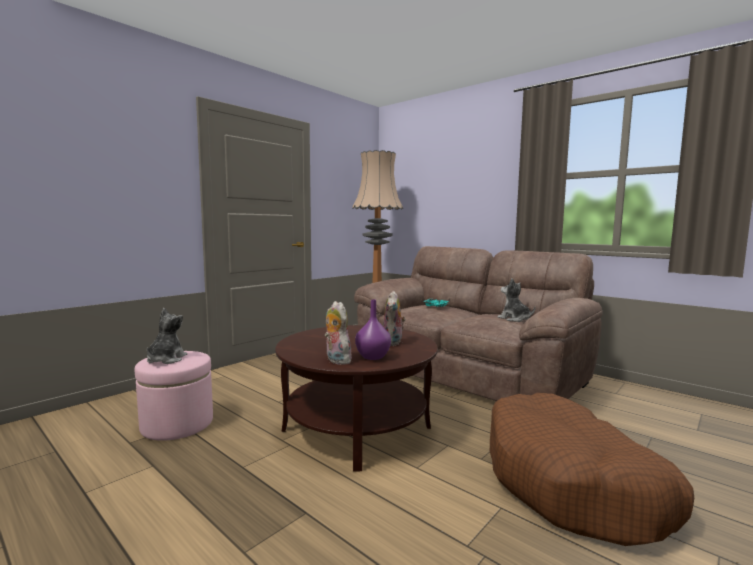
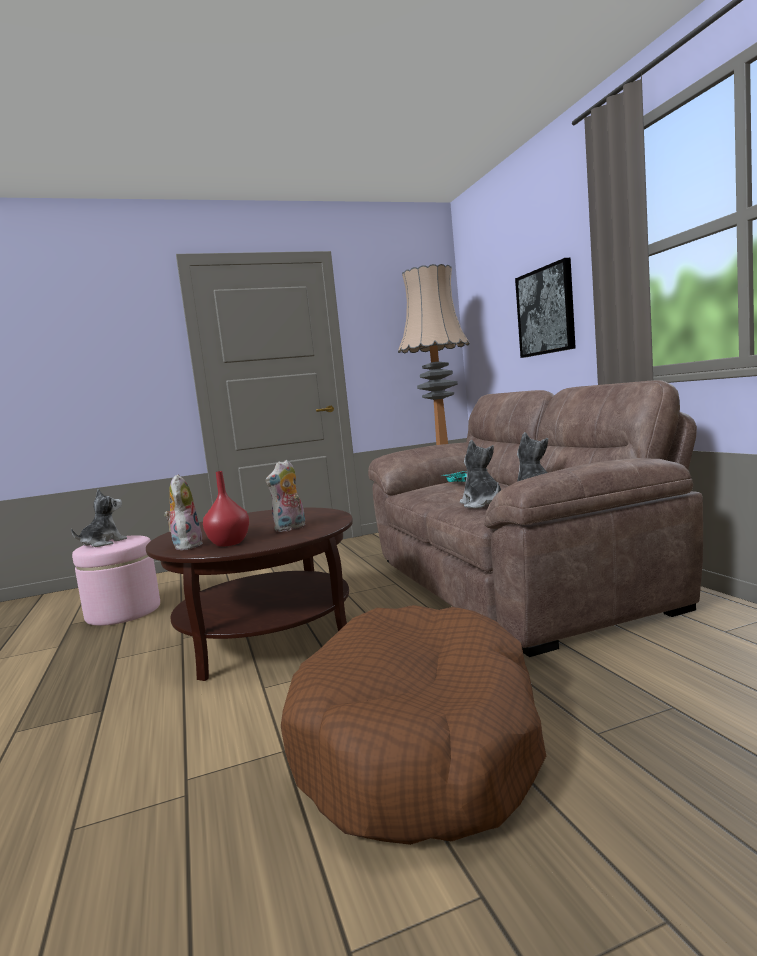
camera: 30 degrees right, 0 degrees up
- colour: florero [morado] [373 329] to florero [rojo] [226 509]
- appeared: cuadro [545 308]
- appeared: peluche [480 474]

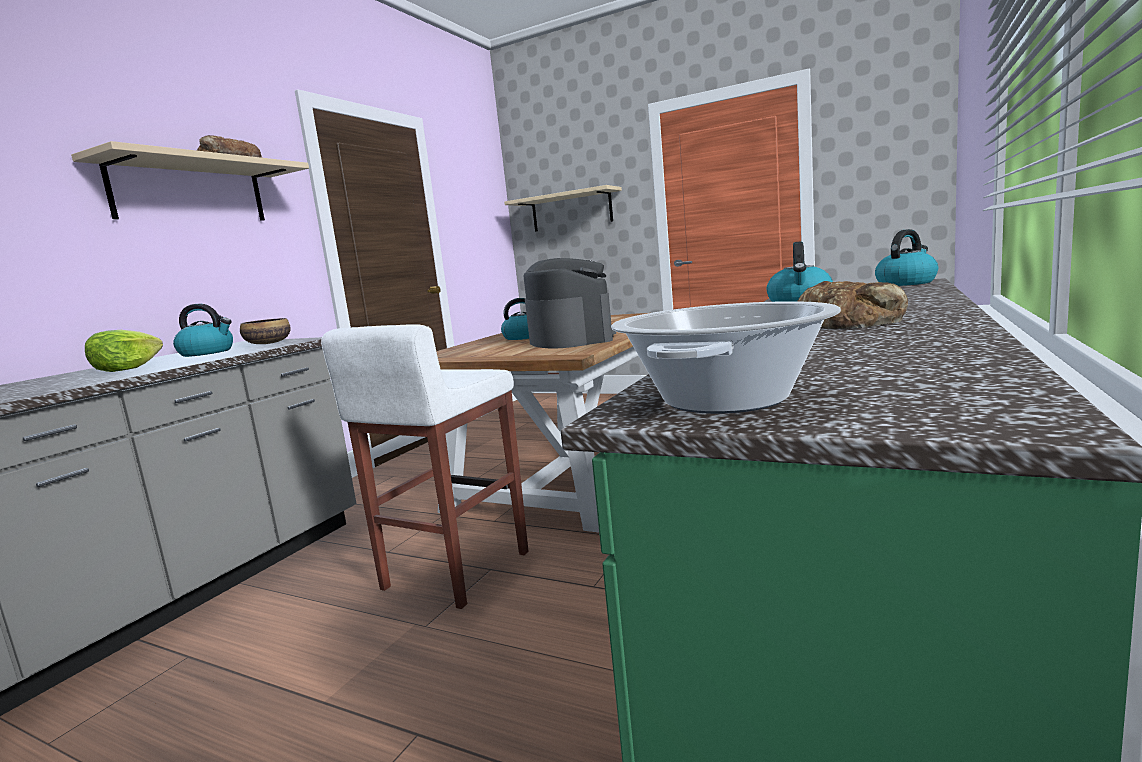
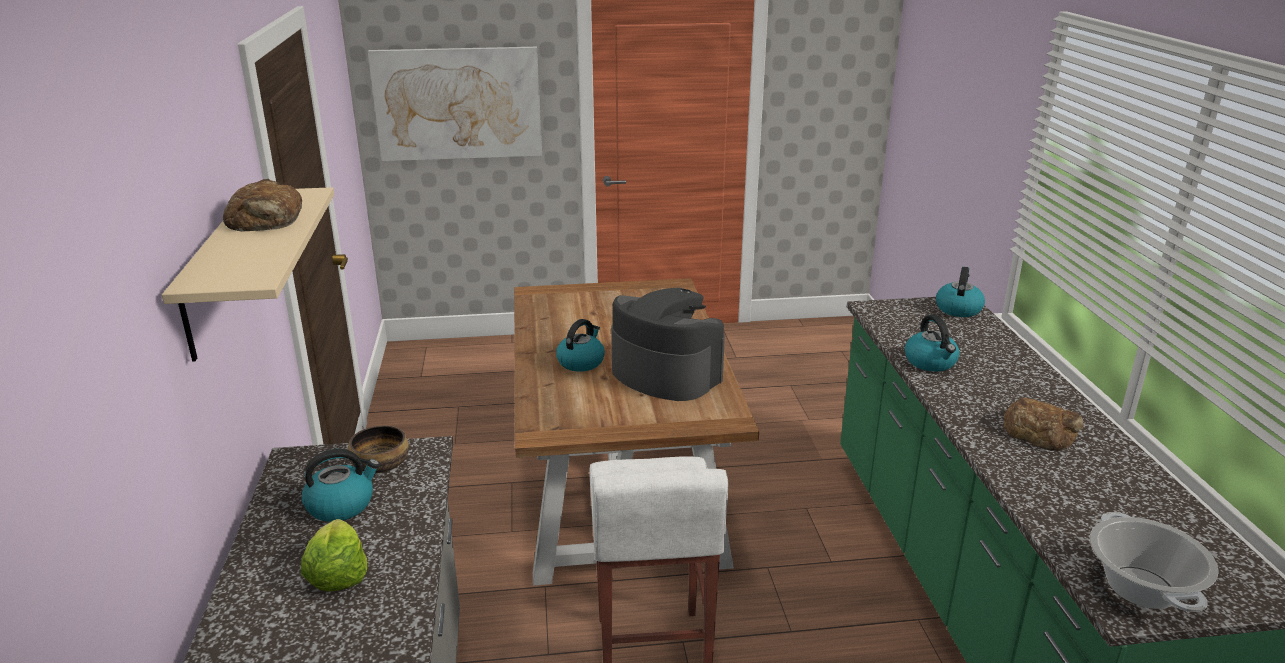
camera: 35 degrees left, 15 degrees up
- exchanged: estante [beis] [563 208] to cuadro [455 104]

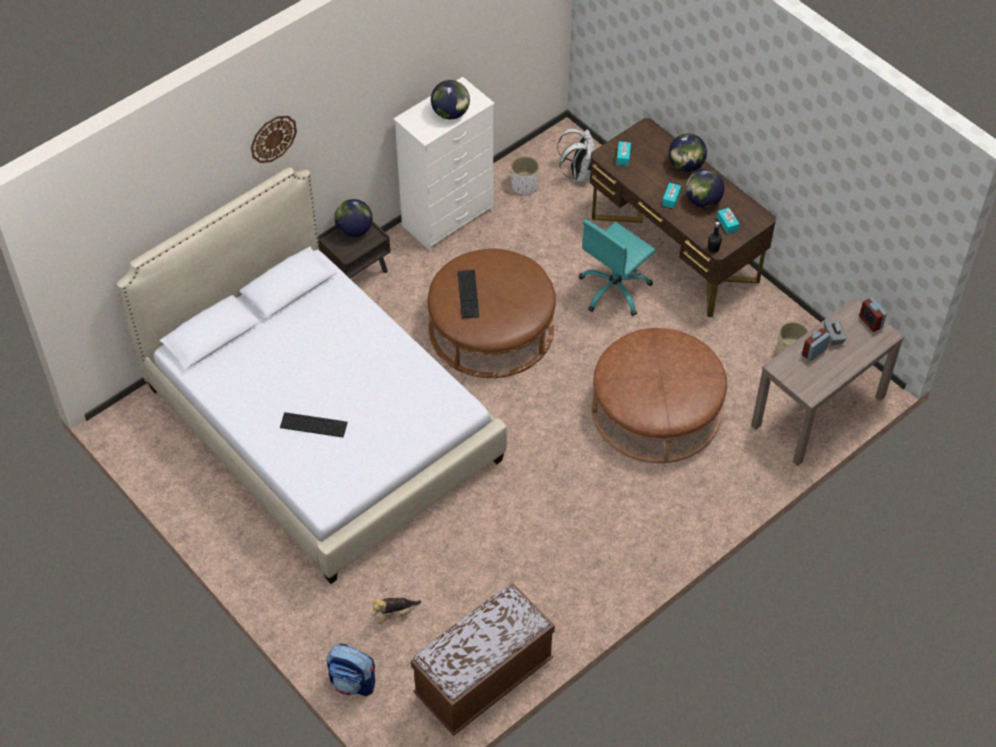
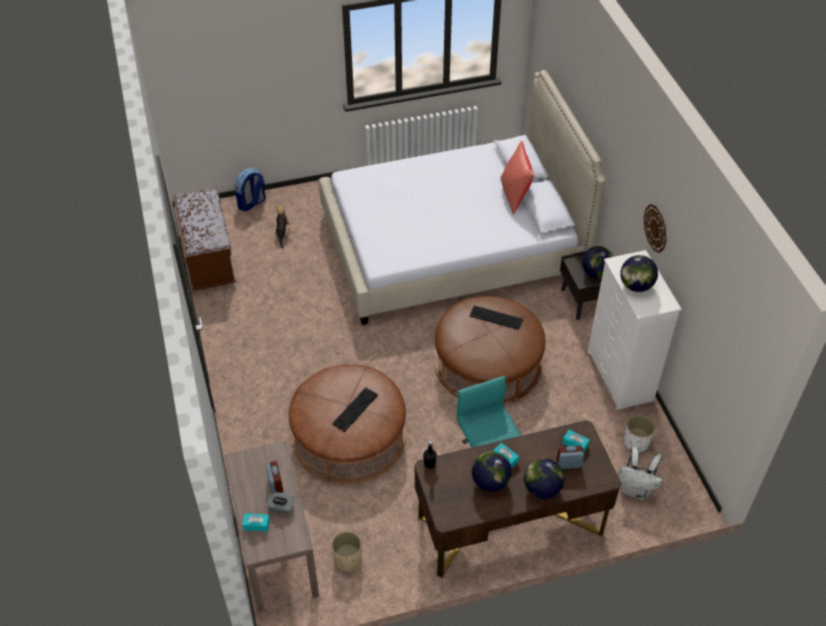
camera: 115 degrees right, 5 degrees down
- relocated: reloj de pared [274 139] to [655 228]
- relocated: caja de pañuelos [turquesa] [728 221] to [256 522]
- relocated: despertador [873 314] to [570 457]
- relocated: teclado [314 424] to [355 409]
- appeared: cojín [rojo] [518 177]

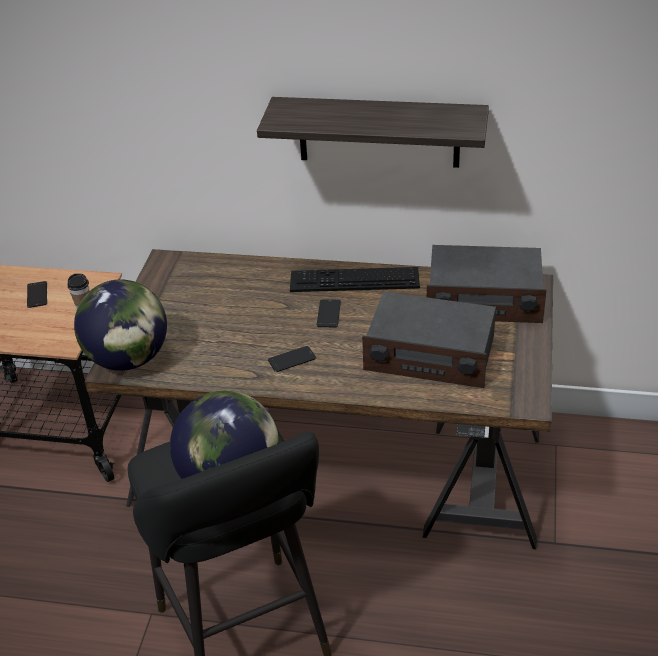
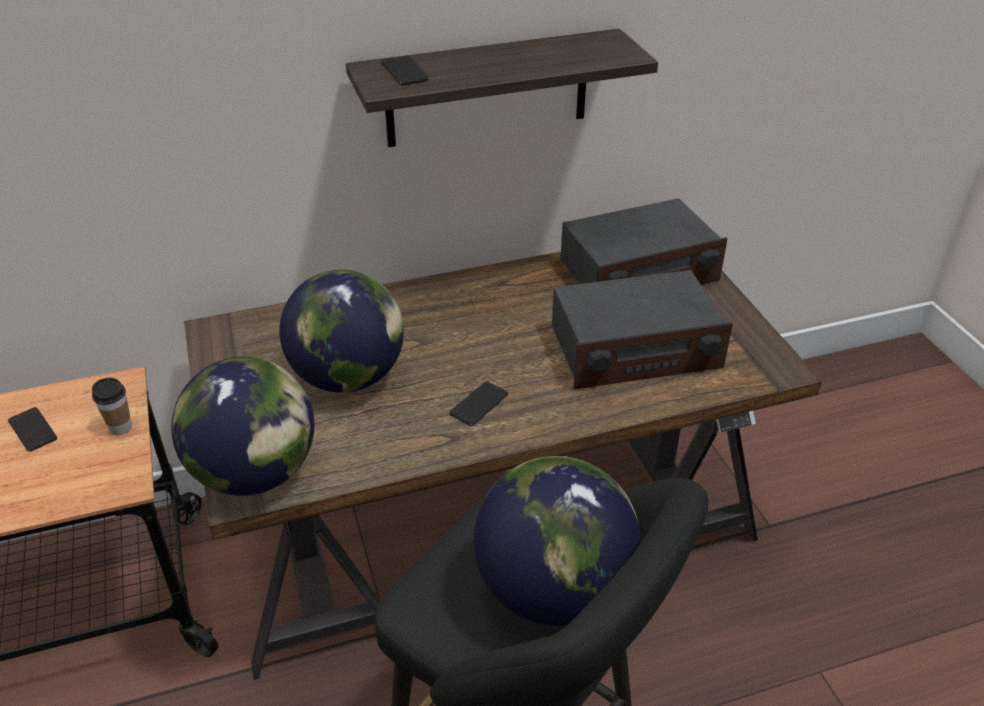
camera: 30 degrees left, 0 degrees up
- missing: teclado [355 279]
- relocated: móvil [329 313] to [405 70]
- appeared: globo terráqueo [341 331]

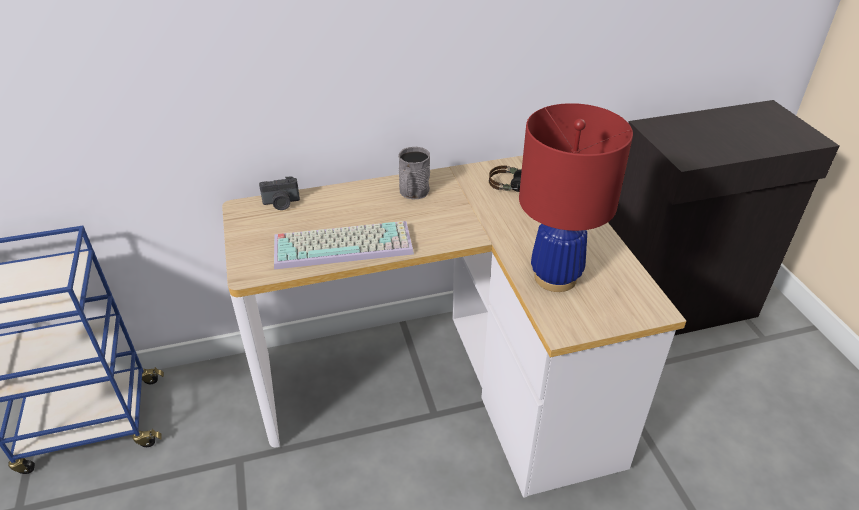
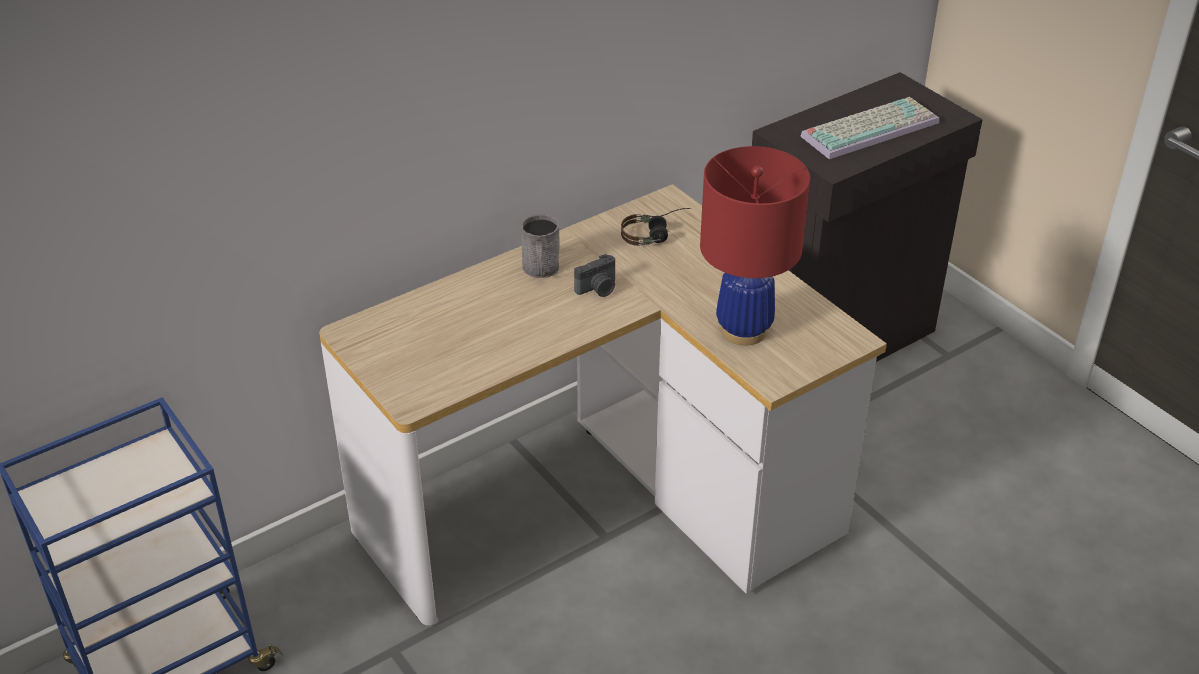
camera: 20 degrees left, 0 degrees up
- relocated: cámara [279 193] to [594 275]
- relocated: teclado [344 245] to [869 128]

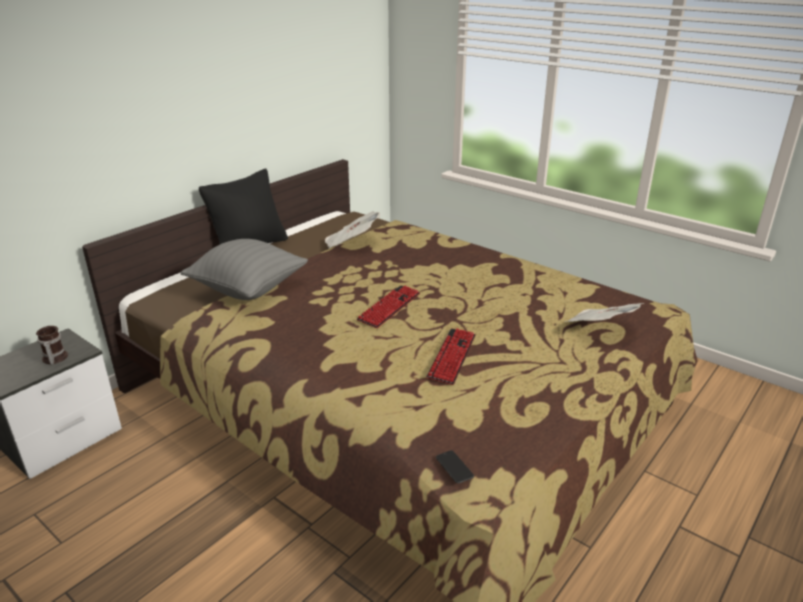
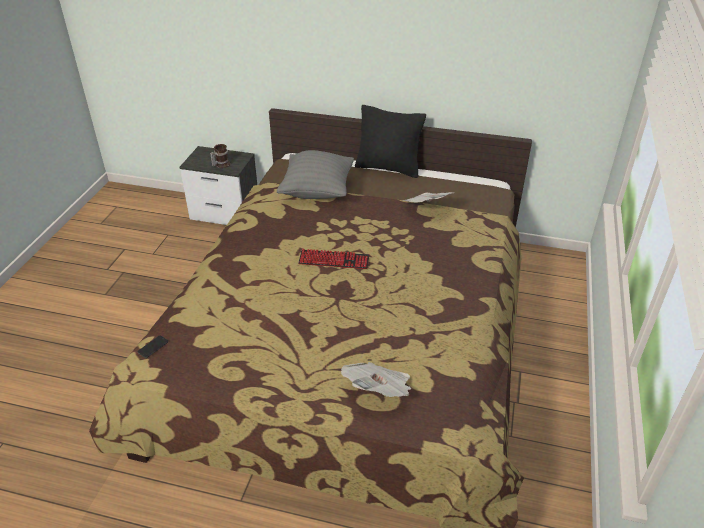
camera: 65 degrees right, 10 degrees up
- missing: teclado [450 356]

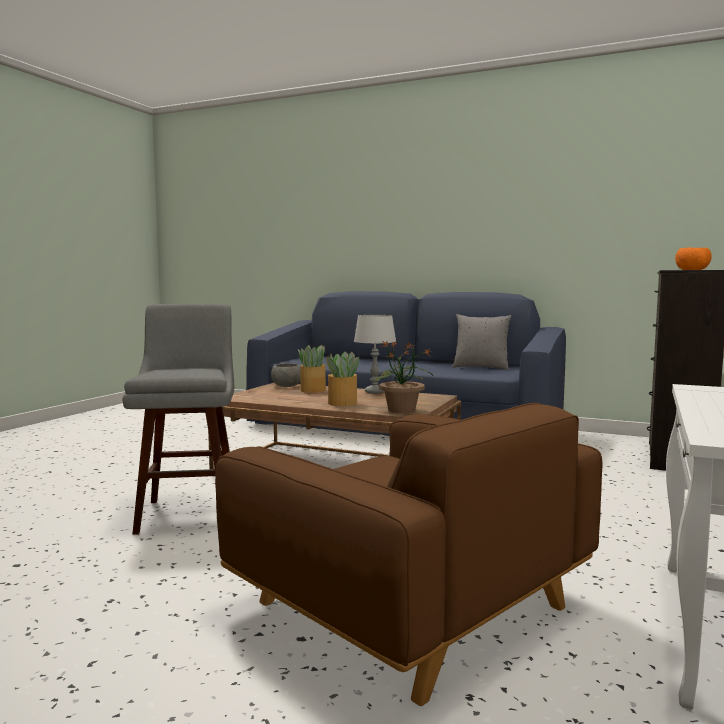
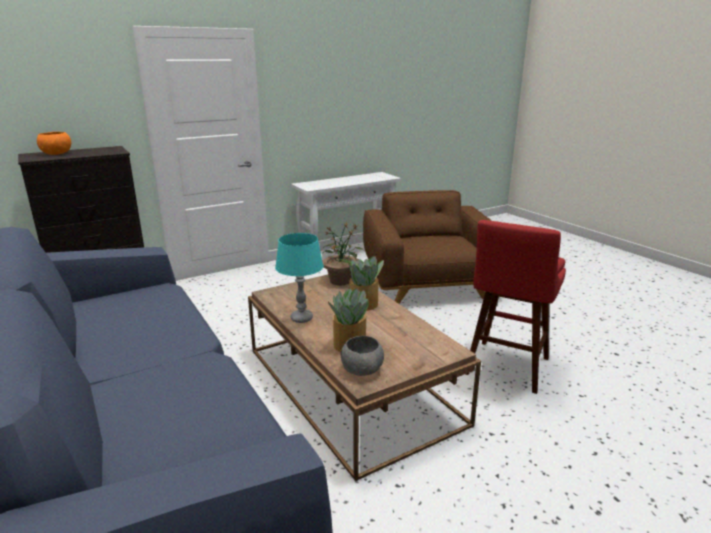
camera: 145 degrees left, 15 degrees up
- colour: taburete [gris] [178 419] to taburete [rojo] [516 307]
- missing: cojín [gris] [481 341]
- colour: lámpara de mesa [gris] [375 354] to lámpara de mesa [turquesa] [299 278]

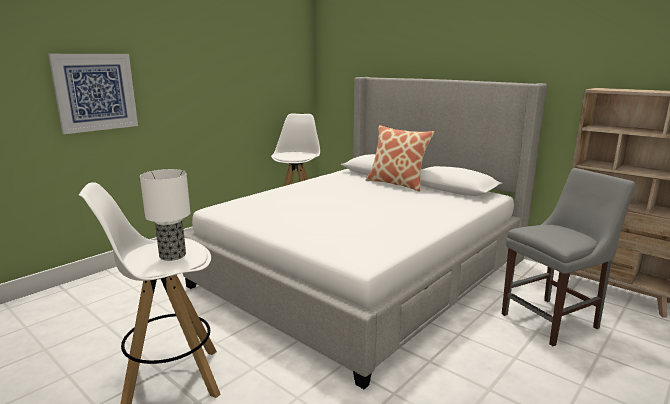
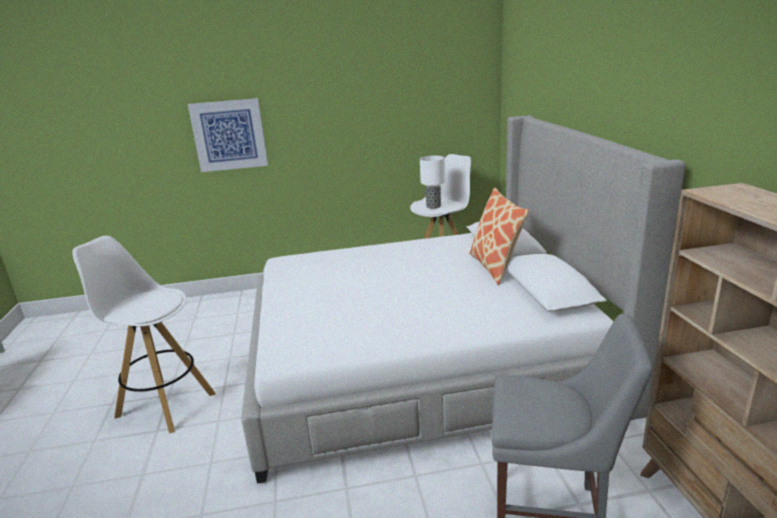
camera: 40 degrees right, 5 degrees up
- relocated: lámpara de mesa [165 215] to [432 182]

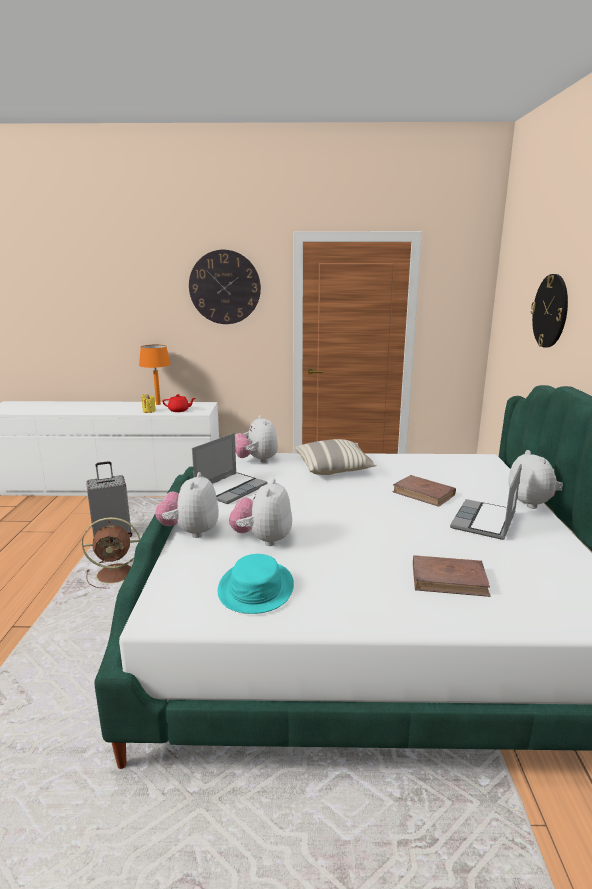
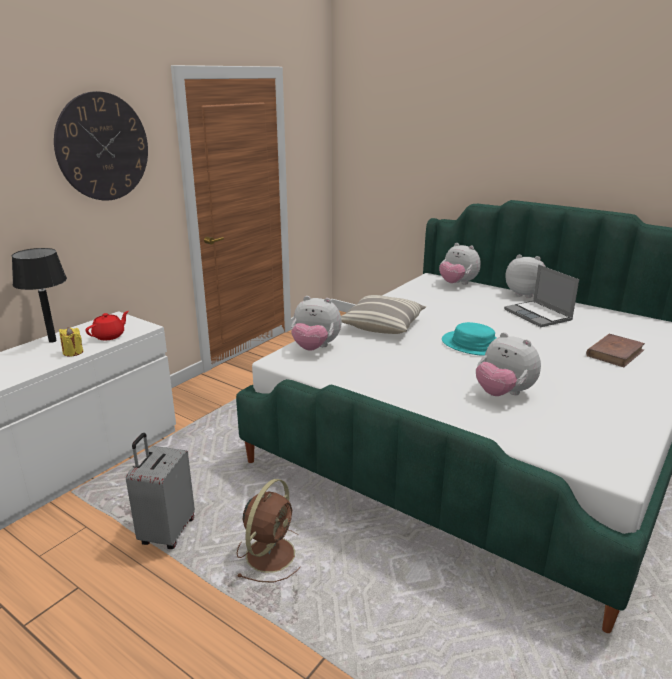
camera: 55 degrees left, 5 degrees up
- missing: reloj de pared [549 311]
- colour: lámpara de mesa [naranja] [155 374] to lámpara de mesa [negro] [39 295]
- missing: portátil [229 468]
- relocated: peluche [187 505] to [460 264]
- missing: libro [marrón] [424 491]
- relocated: sombrero [turquesa] [256 584] to [469 339]

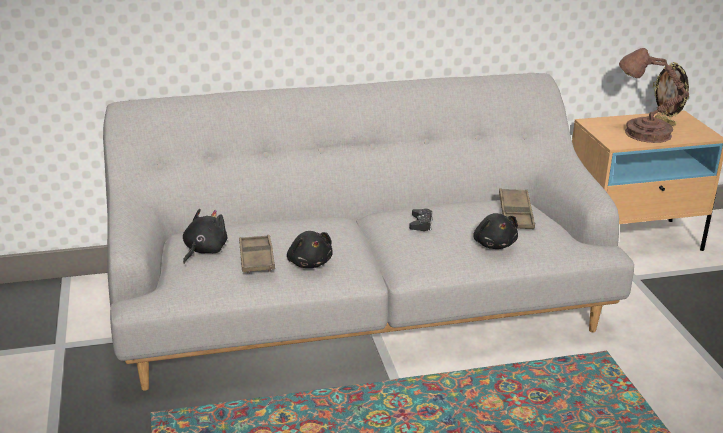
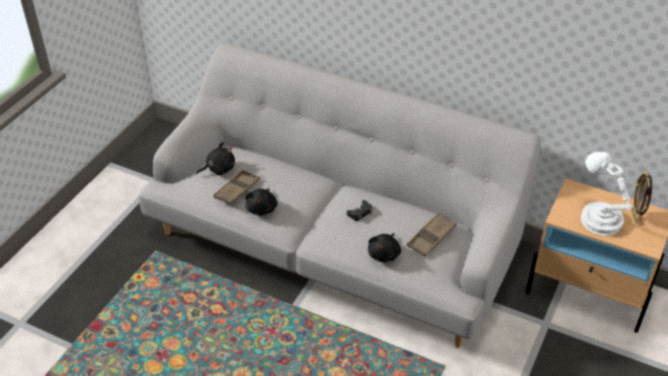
camera: 40 degrees right, 15 degrees up
- colour: lámpara de mesa [marrón] [654 95] to lámpara de mesa [blanco] [606 194]

